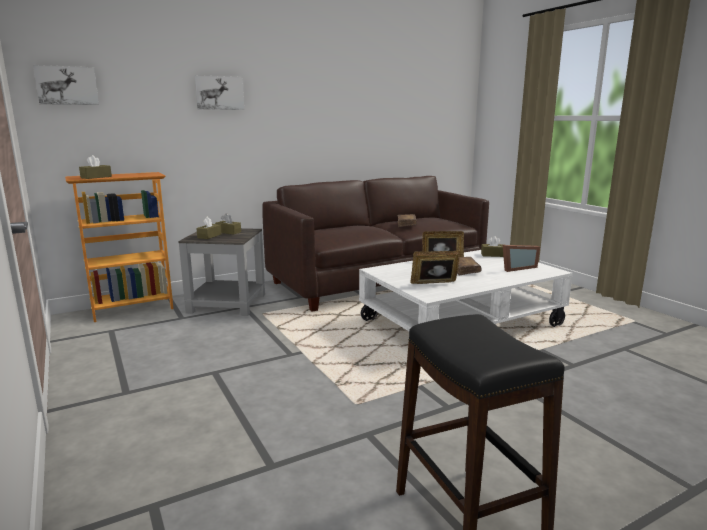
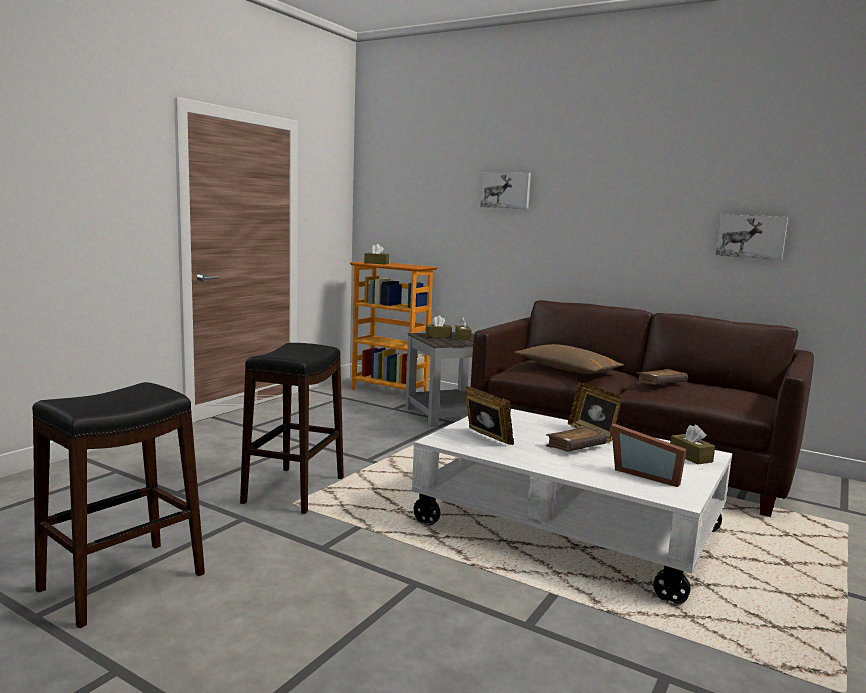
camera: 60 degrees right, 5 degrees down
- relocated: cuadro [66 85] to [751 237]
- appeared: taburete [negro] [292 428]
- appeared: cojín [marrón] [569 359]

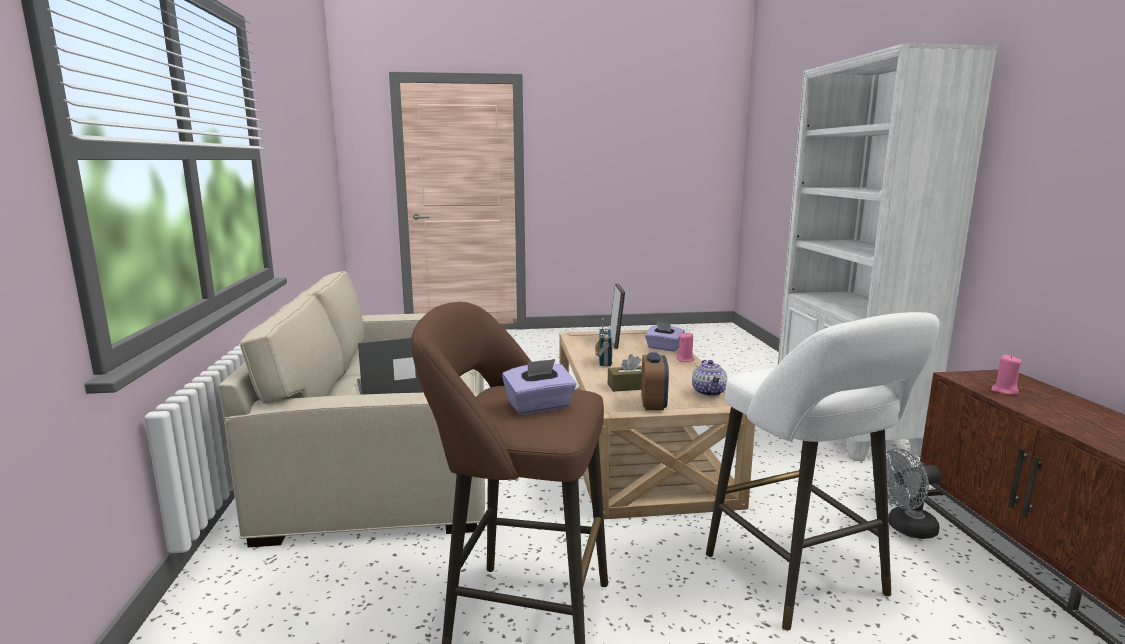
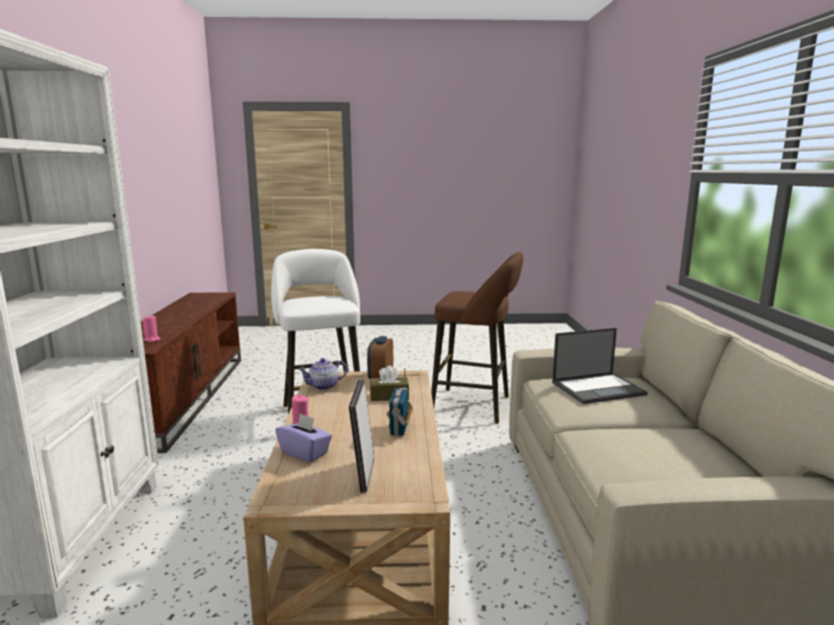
camera: 175 degrees left, 0 degrees up
- missing: caja de pañuelos [morado] [539 387]
- spun: tetera [710 378] = [322 374] 120 degrees counterclockwise
- missing: ventilador [gris] [913 493]

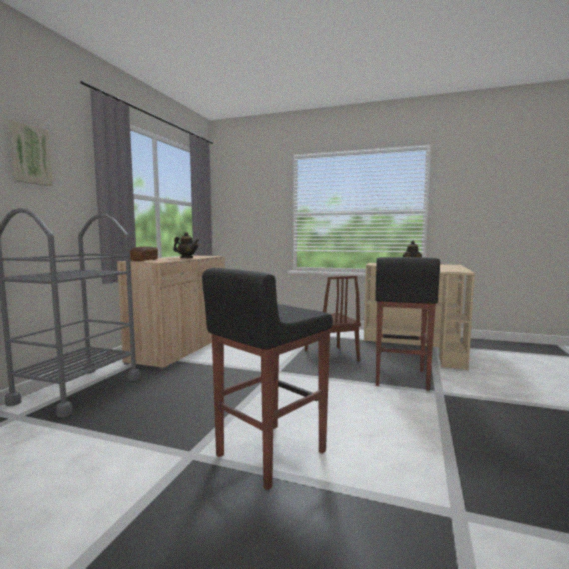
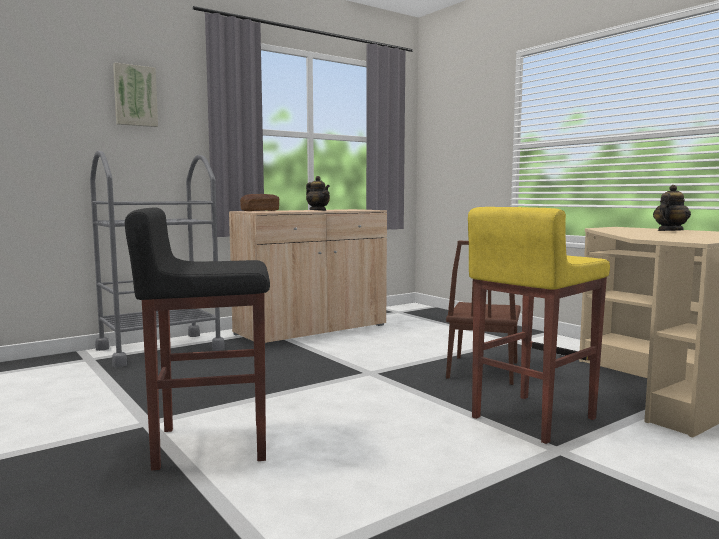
camera: 35 degrees right, 0 degrees up
- colour: taburete [negro] [407 324] to taburete [amarillo] [539 325]

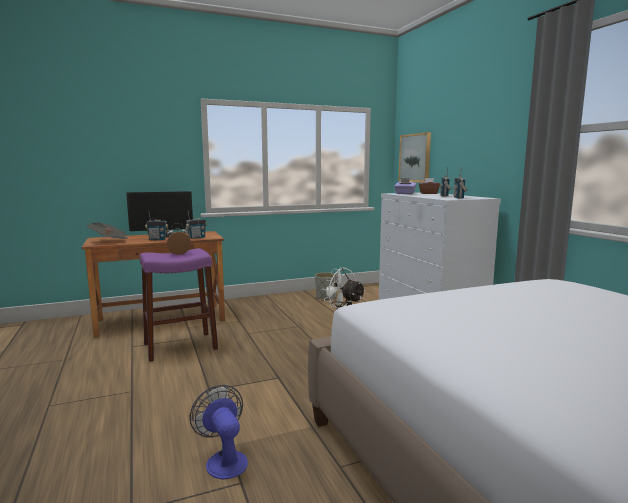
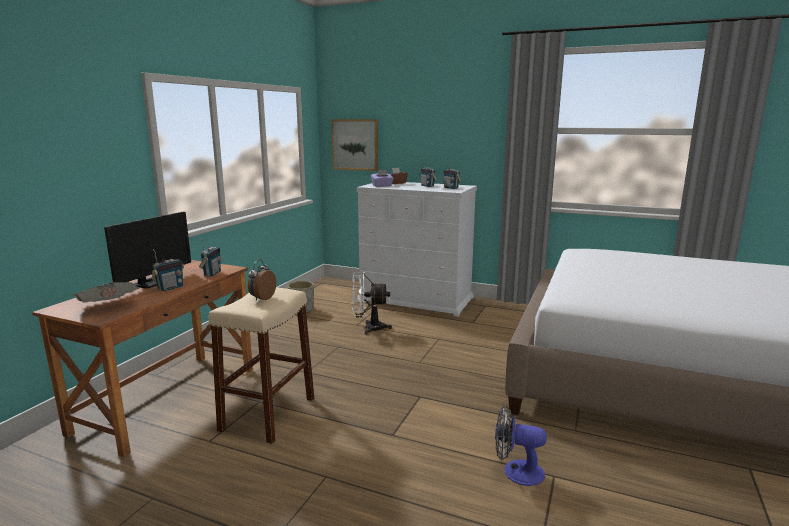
camera: 45 degrees left, 5 degrees up
- colour: taburete [morado] [179 305] to taburete [beis] [261 365]

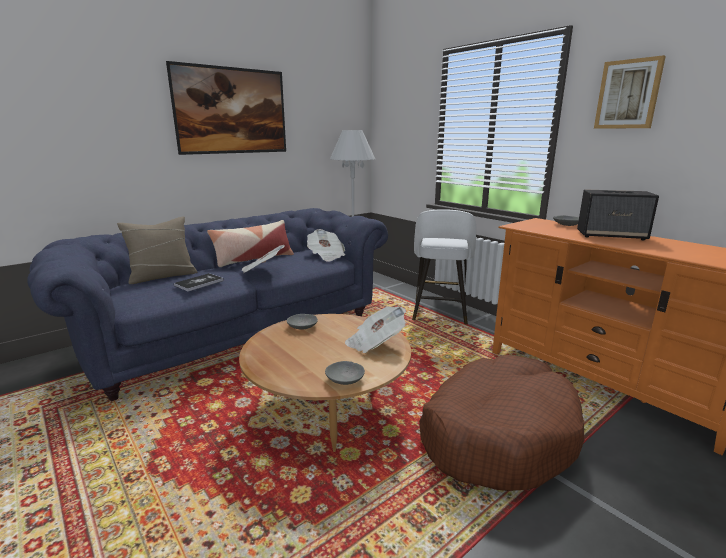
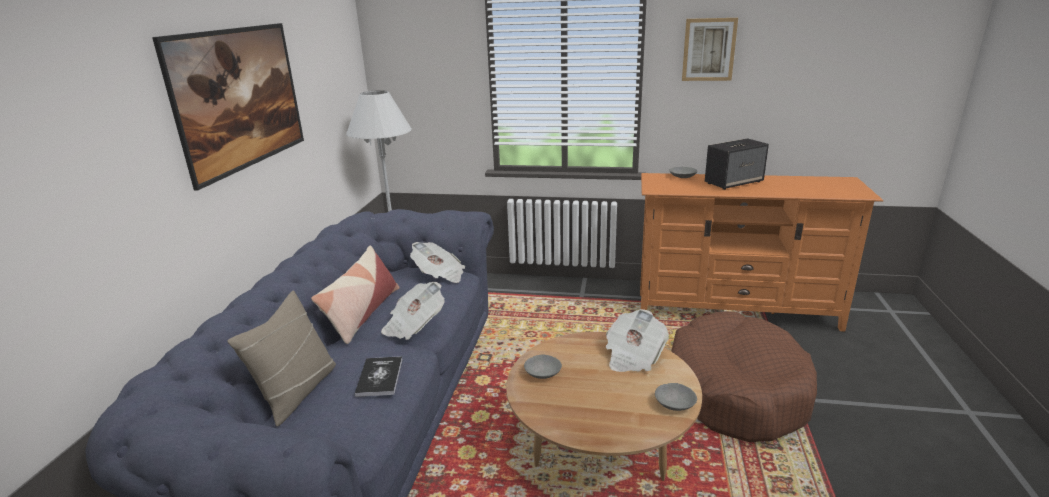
camera: 40 degrees left, 5 degrees up
- missing: taburete [blanco] [444 266]

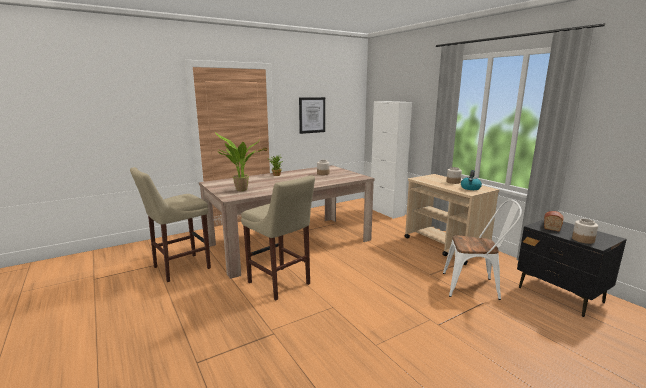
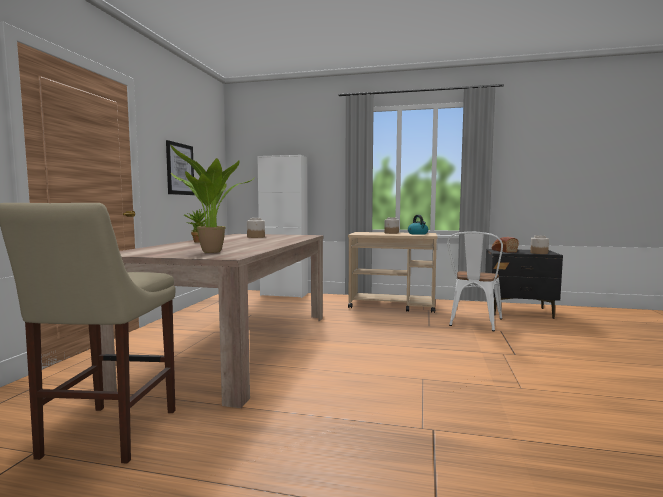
camera: 45 degrees left, 10 degrees down
- missing: taburete [beis] [278 237]
- spun: silla [blanco] [482 249] = [475 281] 150 degrees clockwise

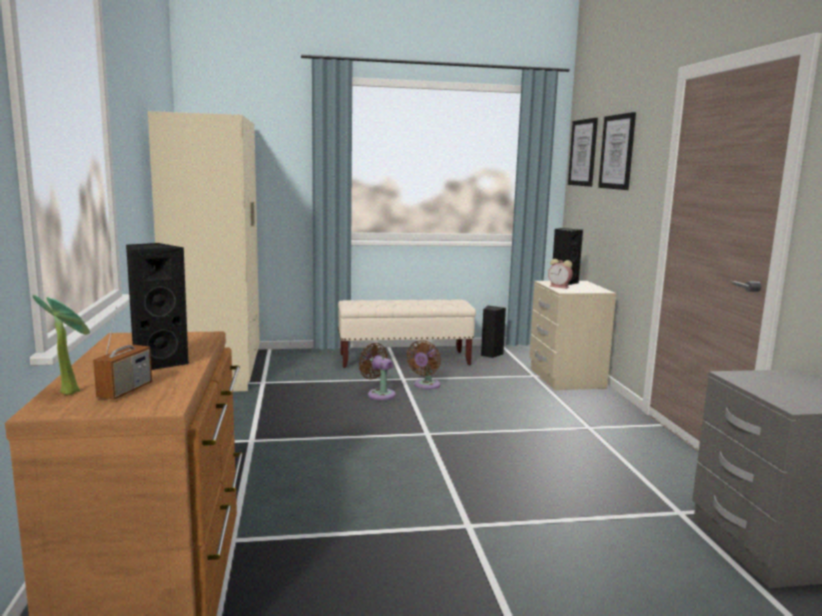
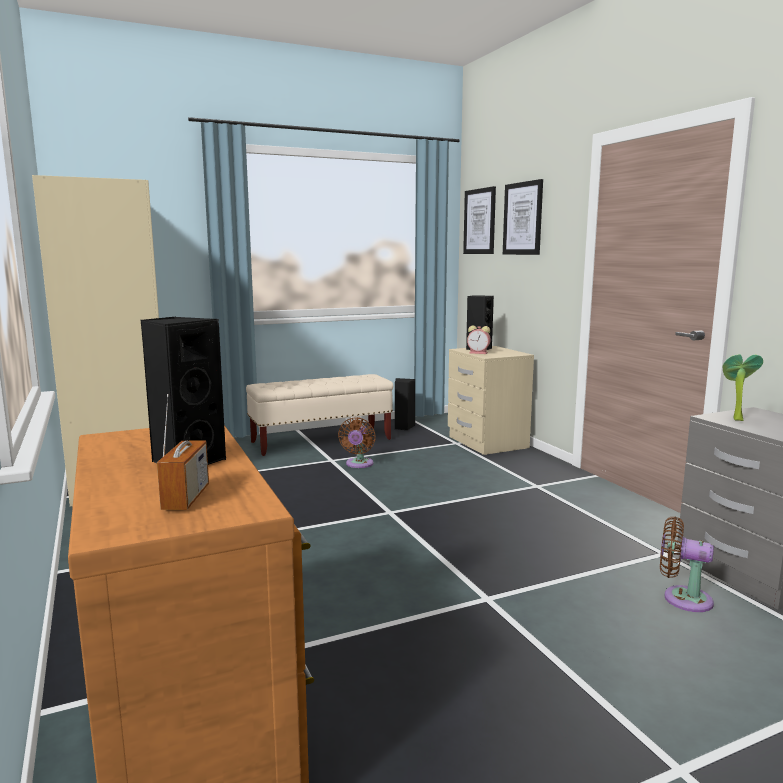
camera: 15 degrees left, 0 degrees up
- relocated: planta en maceta [61 345] to [743 387]
- relocated: ventilador [marrón] [377 371] to [687 564]

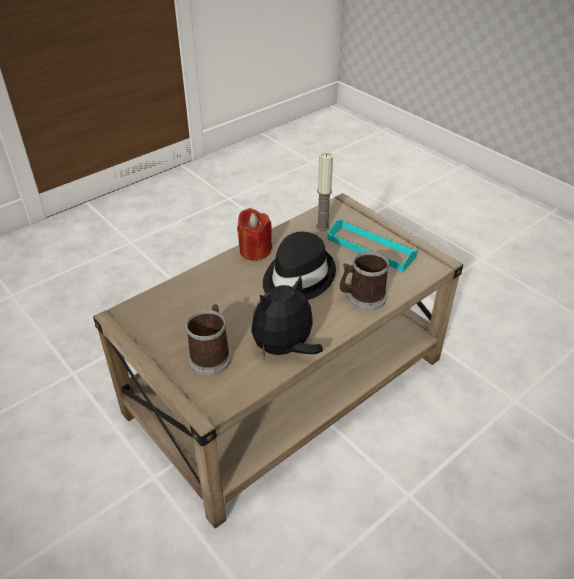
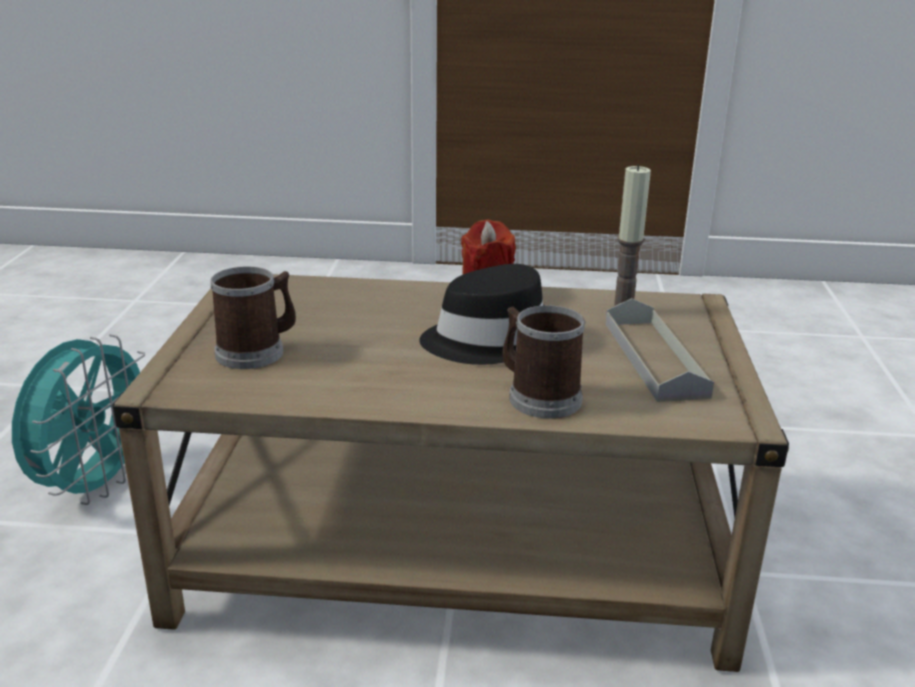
camera: 45 degrees right, 15 degrees down
- colour: bandeja [turquesa] [372 246] to bandeja [gris] [660 350]
- missing: peluche [287 316]
- appeared: ventilador [turquesa] [78 419]

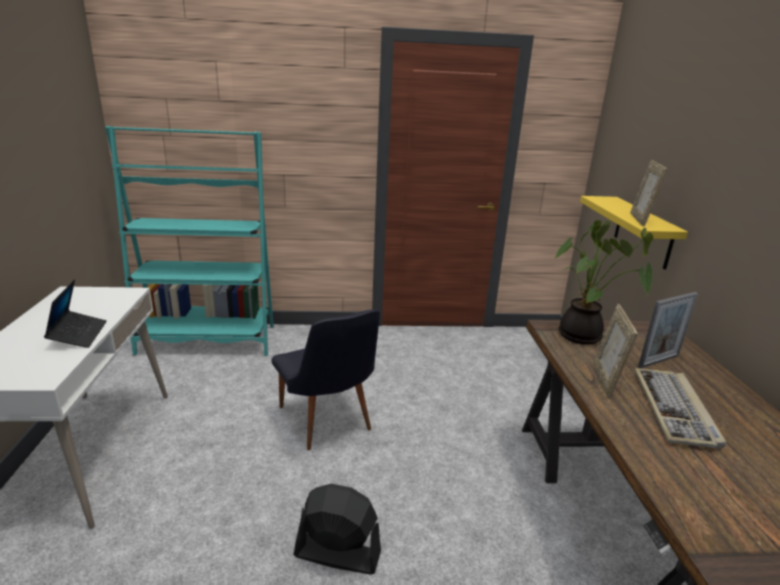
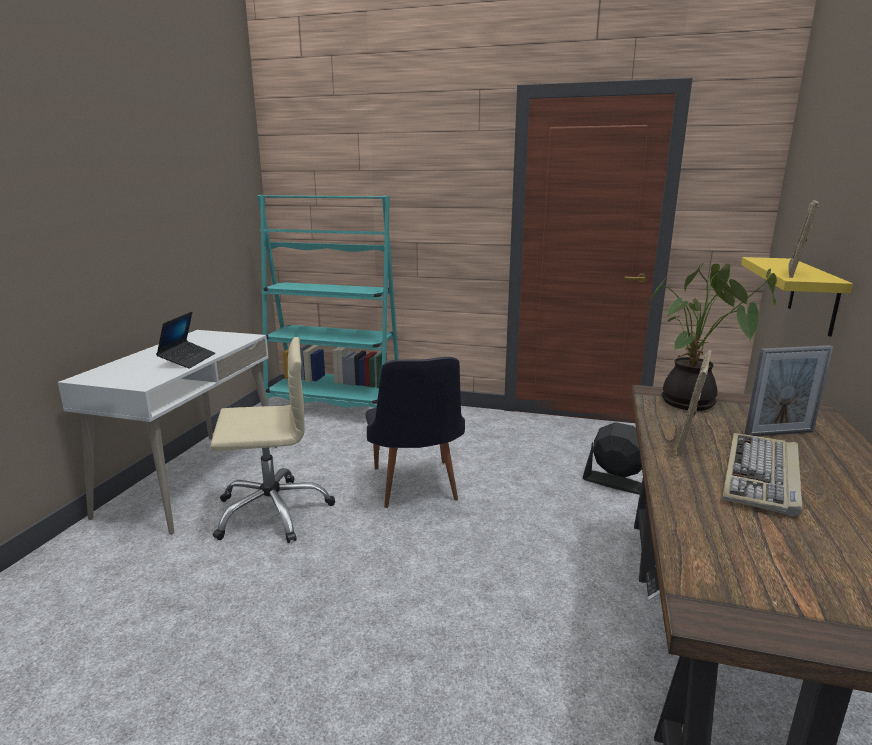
camera: 20 degrees right, 5 degrees down
- relocated: ventilador [negro] [337 529] to [612 458]
- appeared: silla de oficina [beis] [272 440]

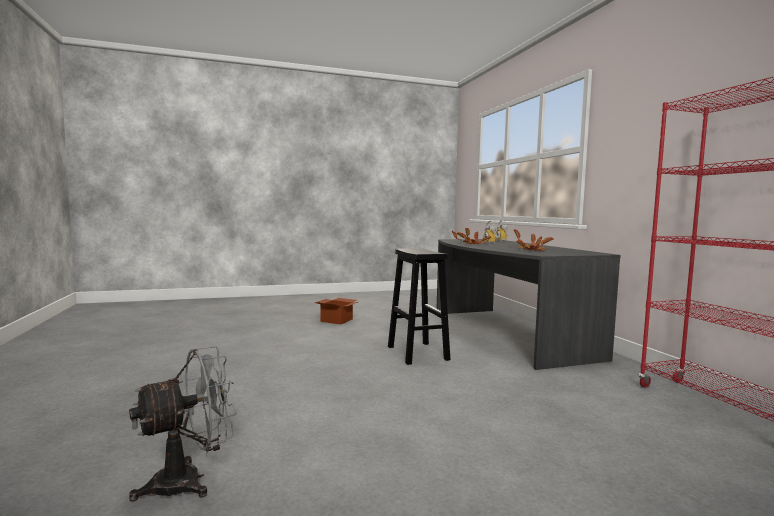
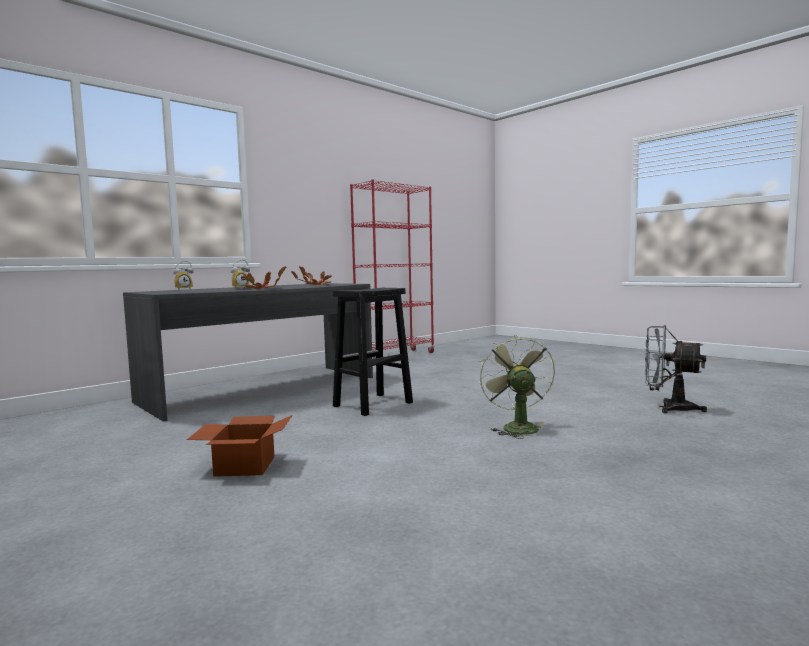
camera: 115 degrees left, 0 degrees up
- appeared: ventilador [verde] [517 387]

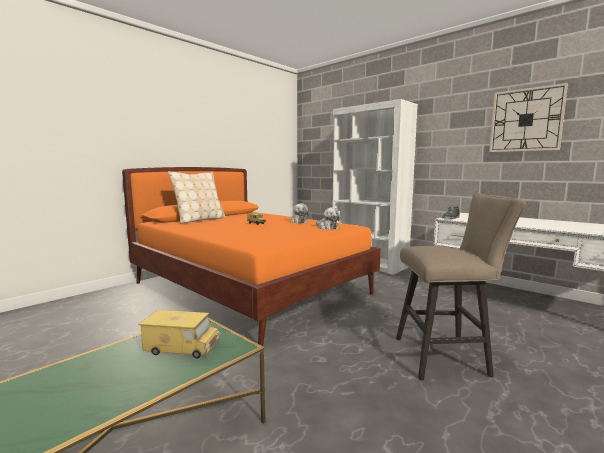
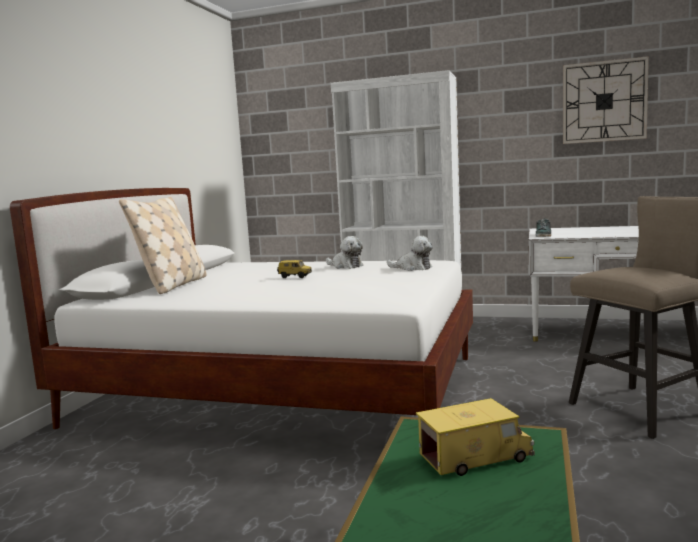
camera: 25 degrees left, 0 degrees up
- colour: cama [naranja] [251 256] to cama [blanco] [241 308]

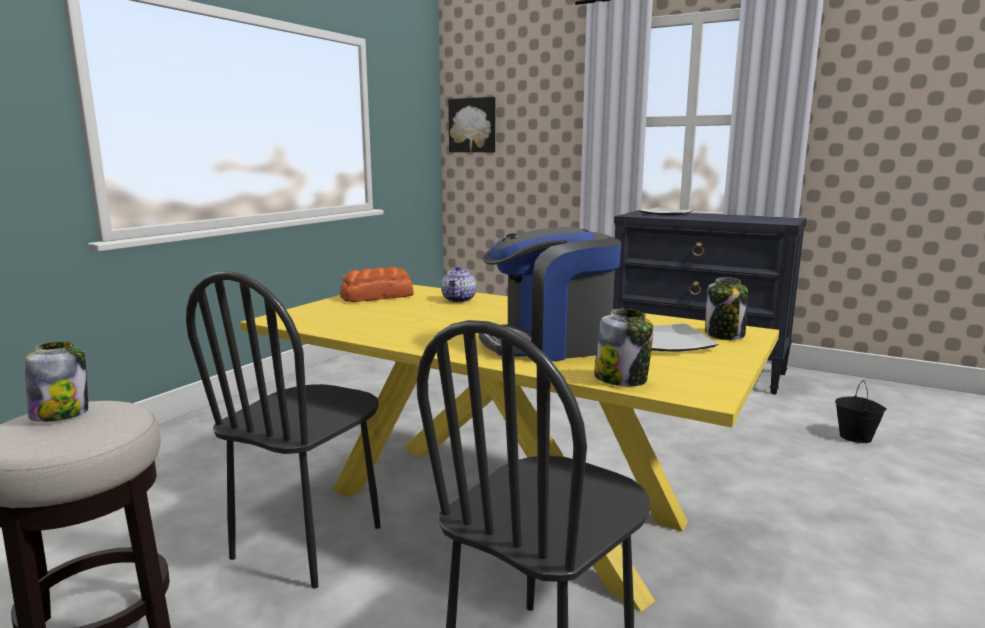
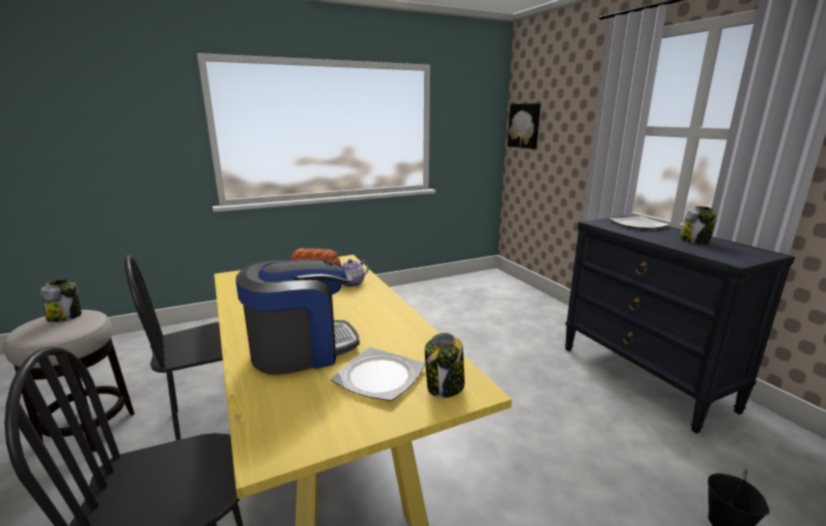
camera: 35 degrees right, 5 degrees up
- spun: cafetera [550 294] = [298 317] 135 degrees clockwise
- relocated: tarro [624 347] to [698 225]

